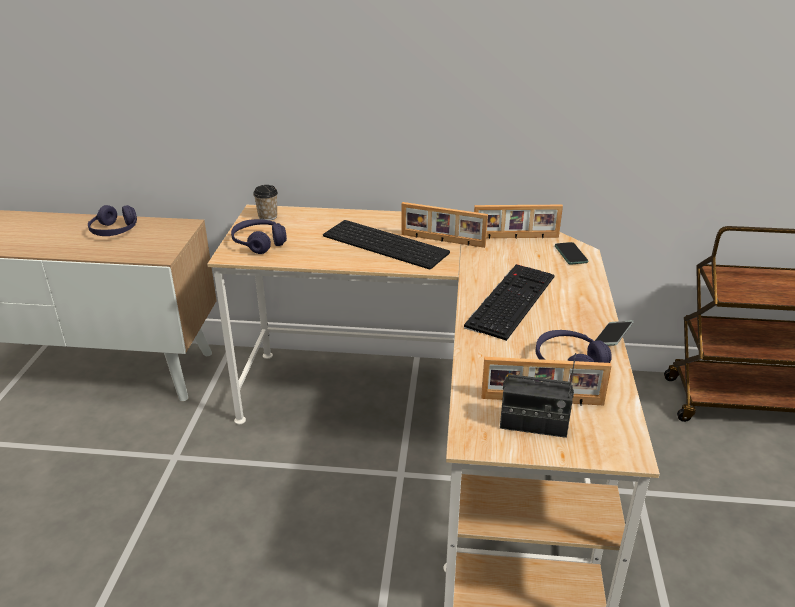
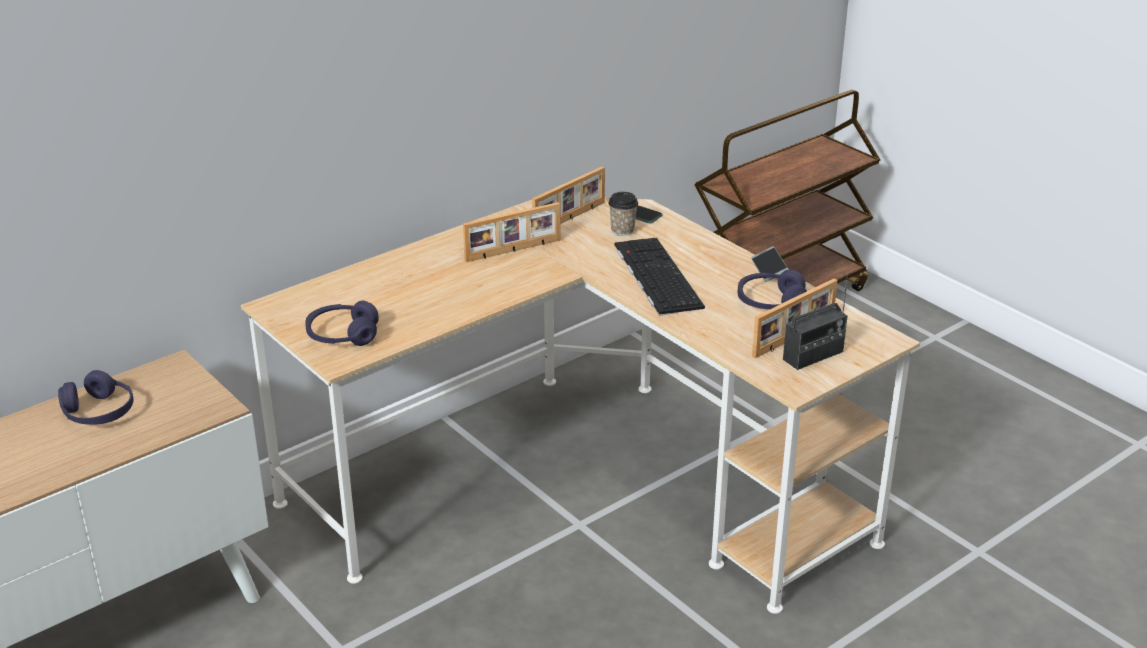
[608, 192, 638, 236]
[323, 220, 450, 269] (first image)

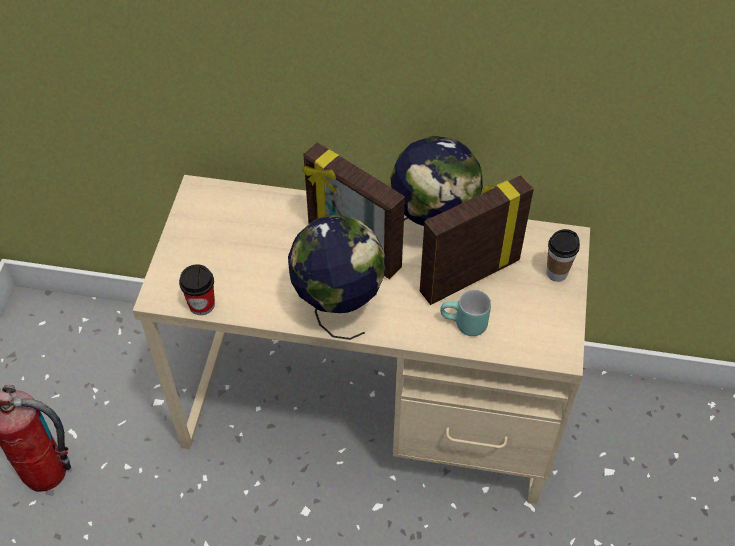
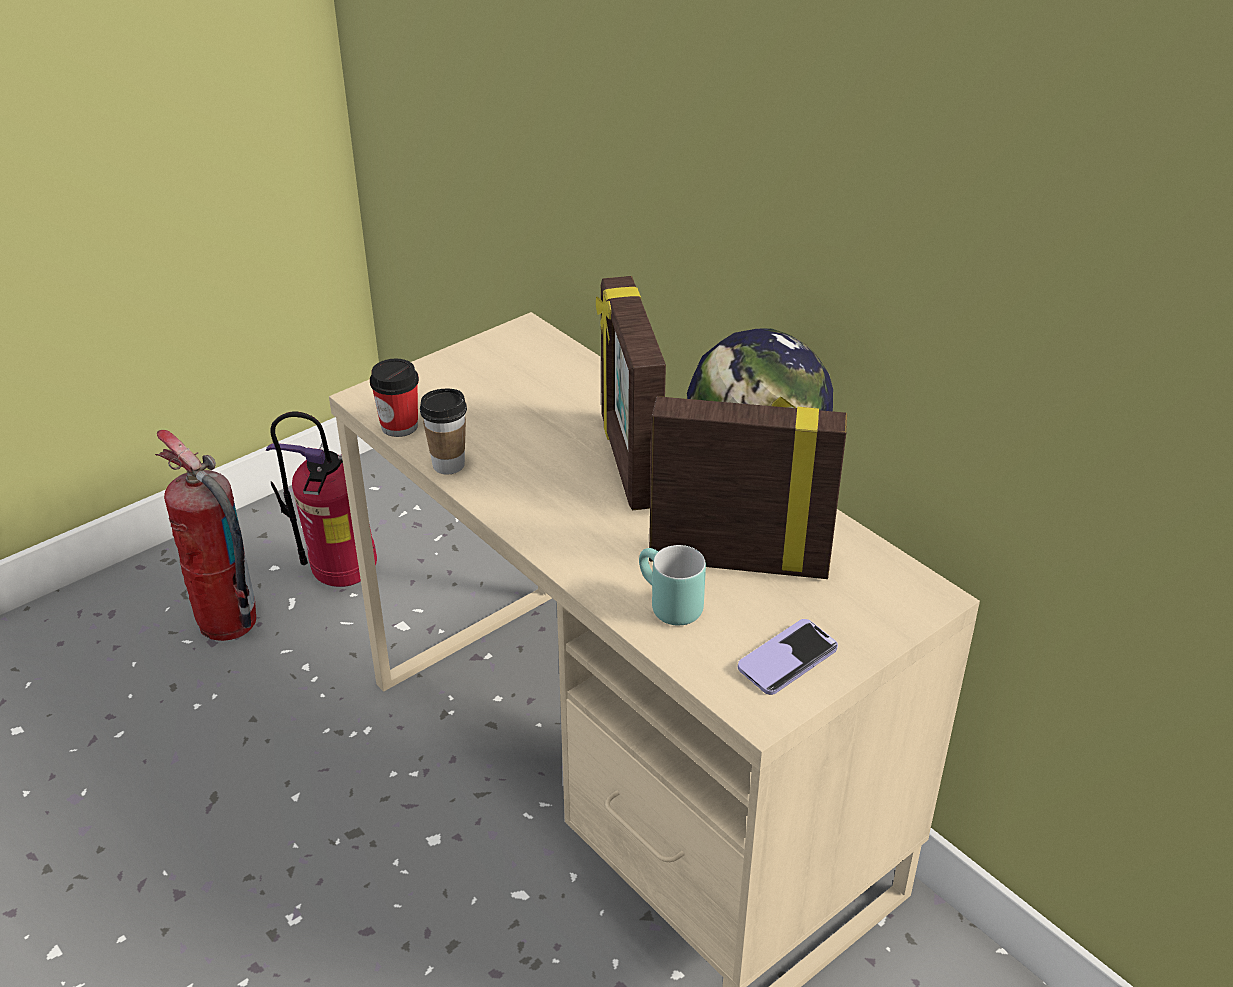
[288, 215, 386, 340] (first image)
[420, 389, 467, 474]
[266, 411, 377, 587]
[738, 619, 838, 695]

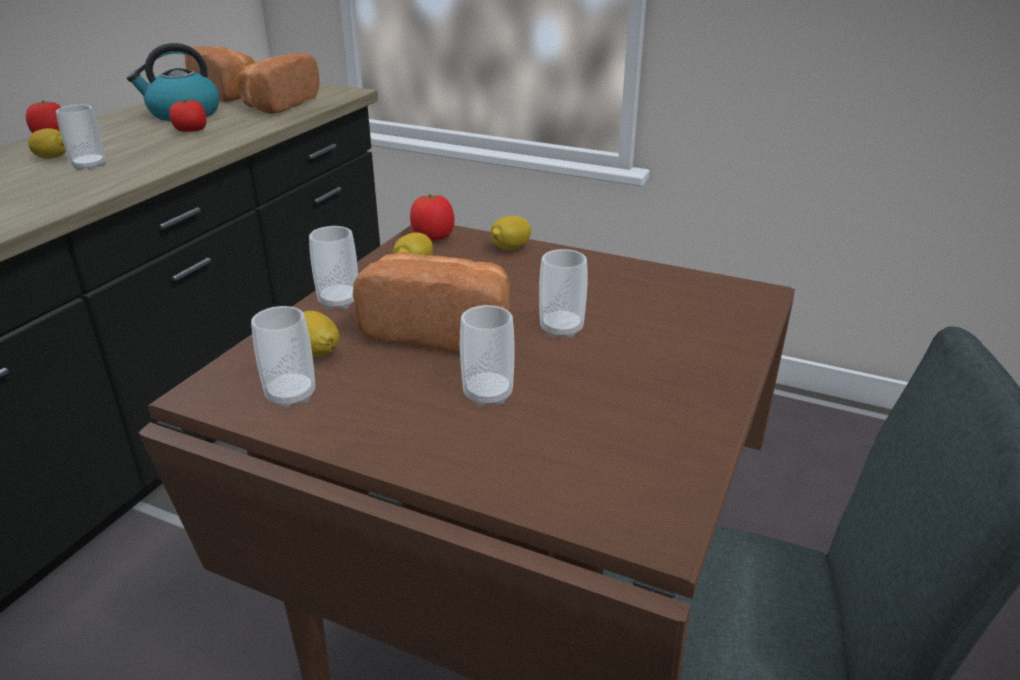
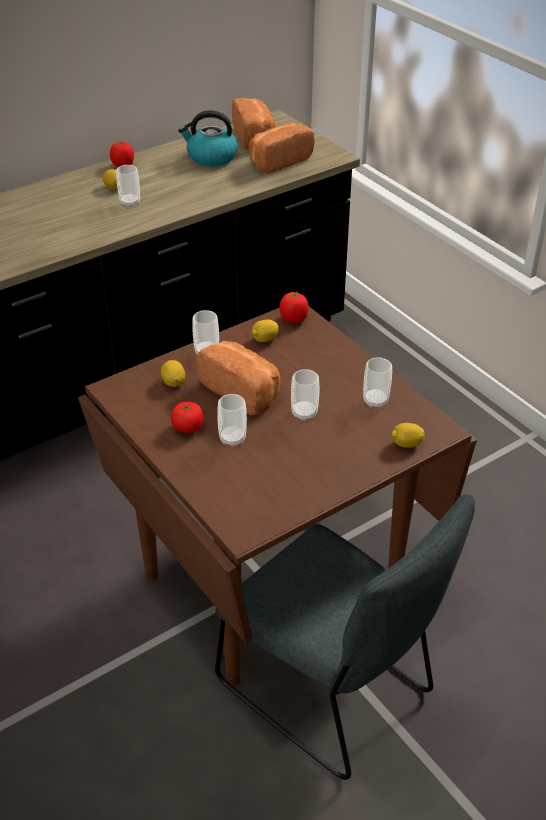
[171, 402, 203, 433]
[392, 423, 425, 448]
[363, 357, 392, 408]

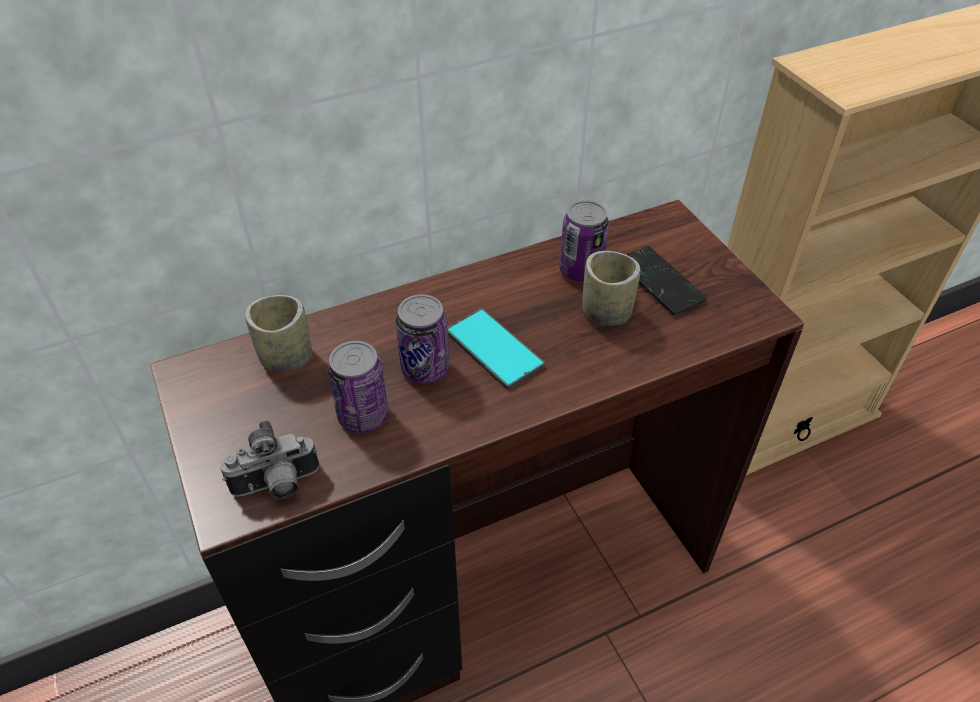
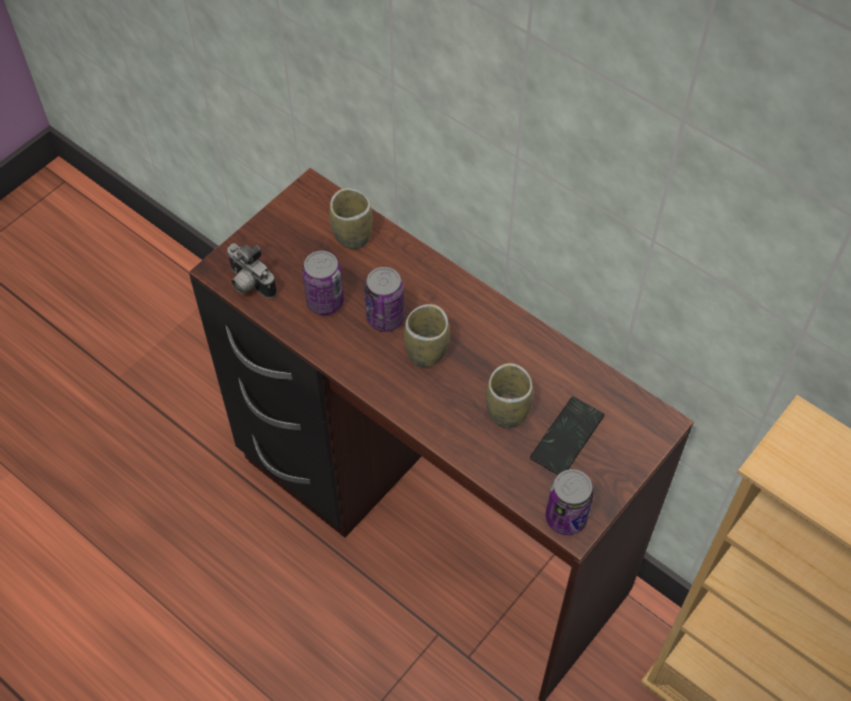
[546, 469, 594, 535]
[404, 304, 450, 367]

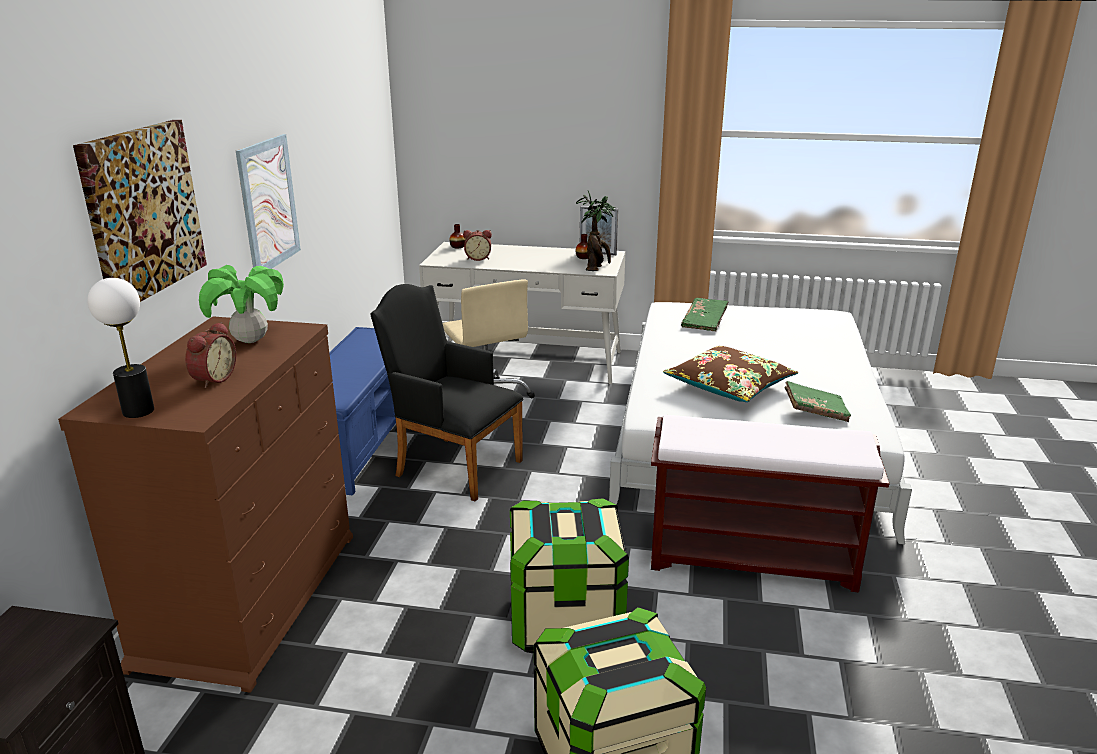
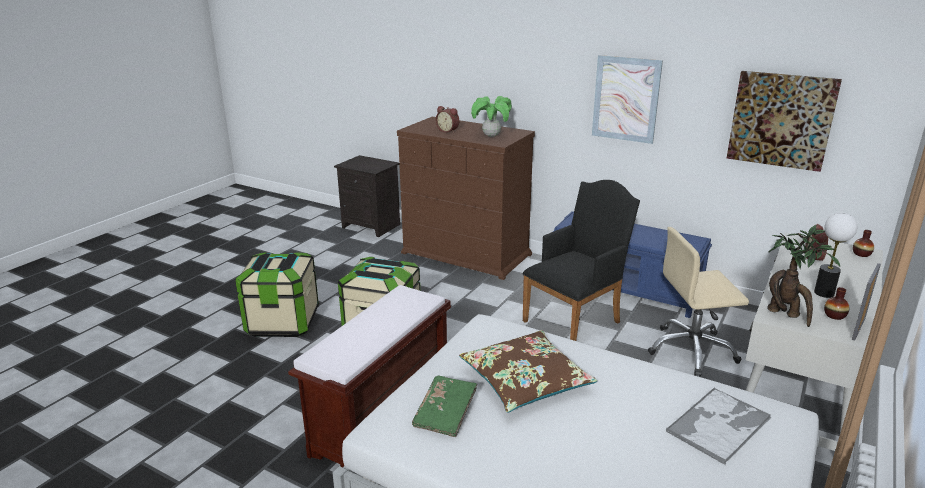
[727, 71, 842, 172]
[814, 213, 857, 298]
[665, 387, 771, 465]

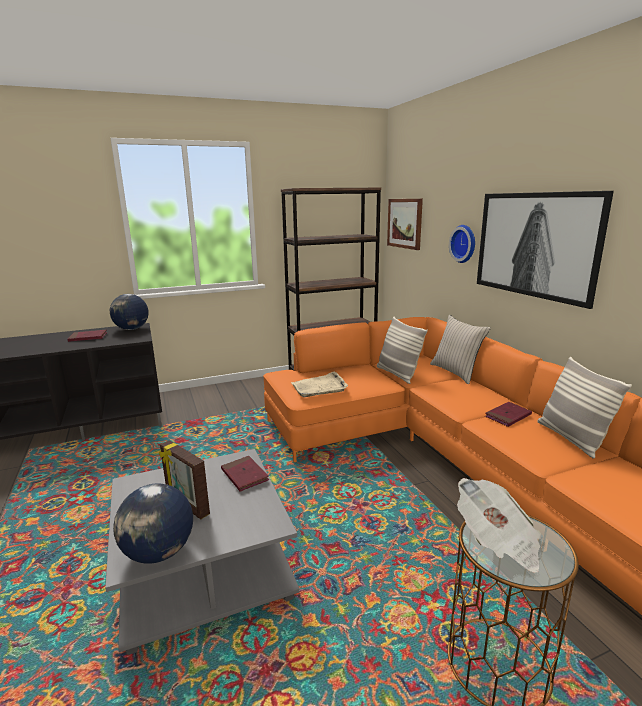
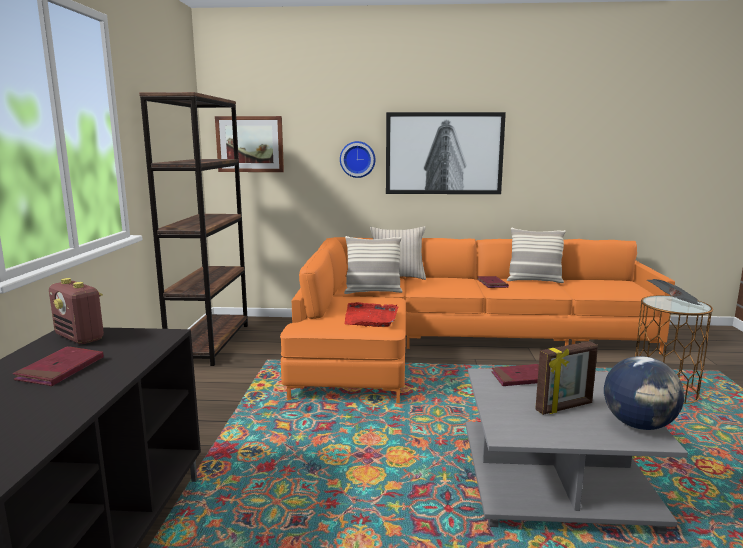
[49, 278, 104, 344]
[345, 302, 398, 327]

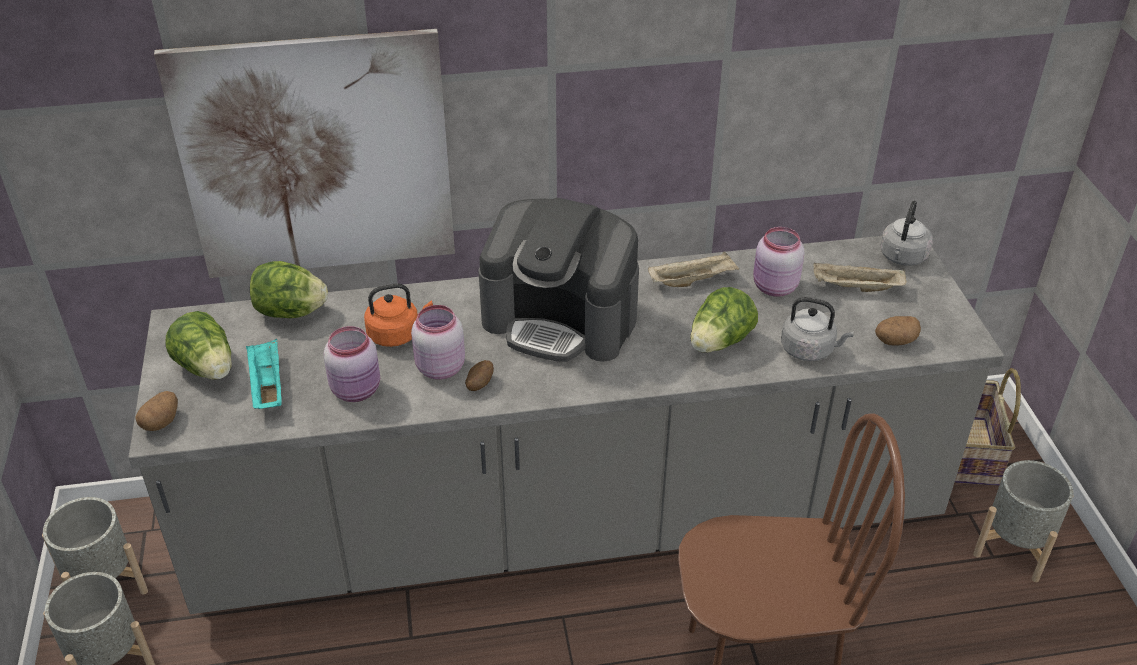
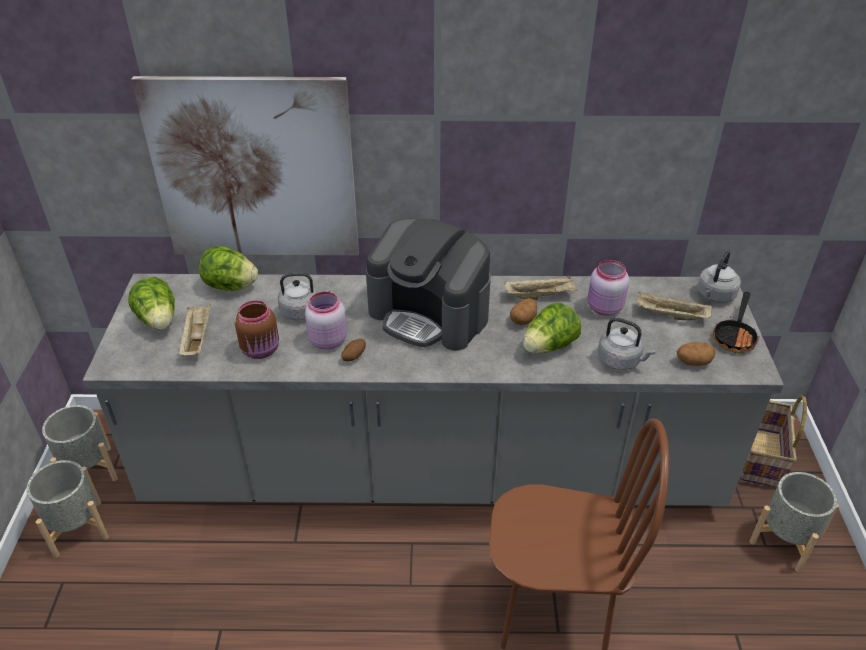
[278, 272, 330, 320]
[235, 300, 279, 359]
[178, 305, 211, 356]
[510, 298, 537, 325]
[713, 292, 760, 353]

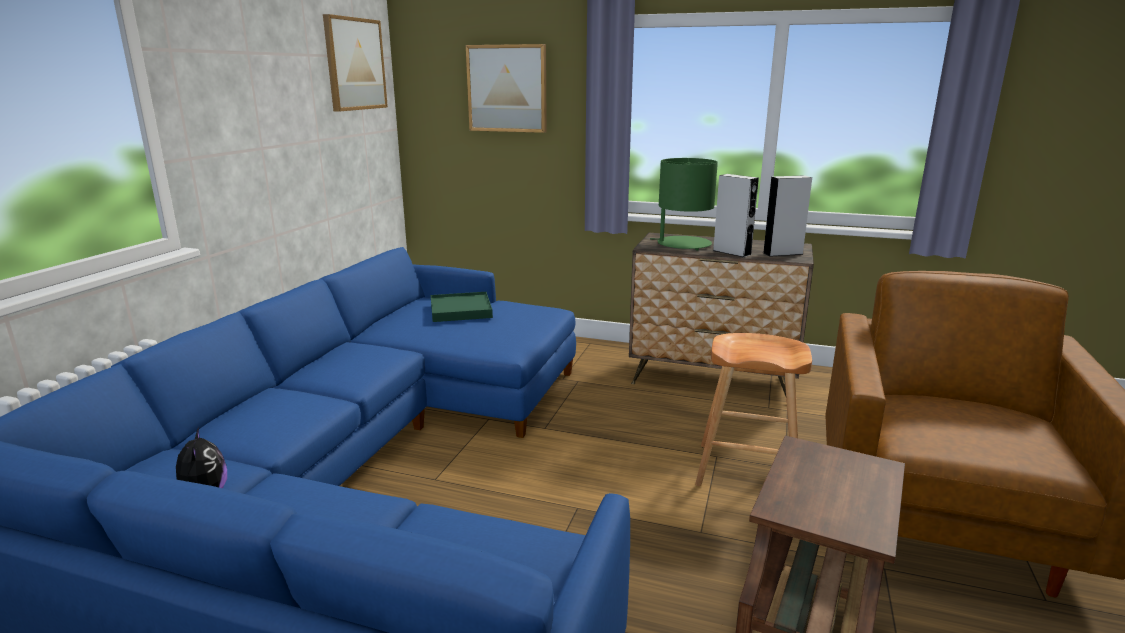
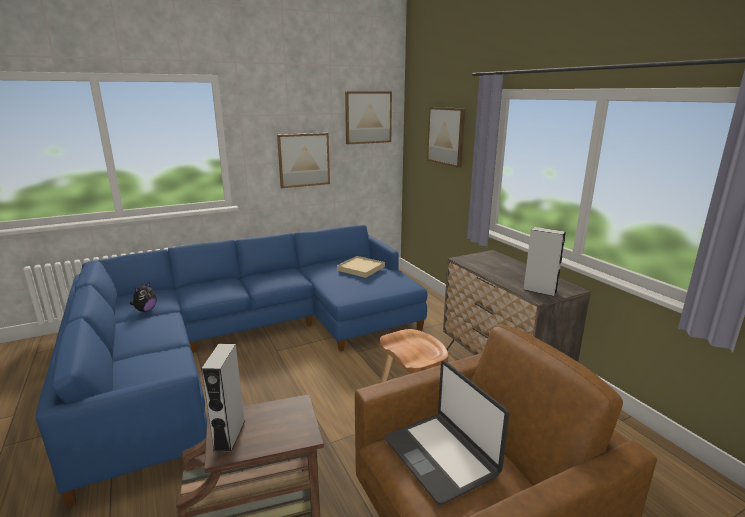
[650, 158, 718, 250] (first image)
[201, 344, 245, 452]
[337, 256, 385, 278]
[277, 133, 330, 188]
[385, 361, 509, 505]

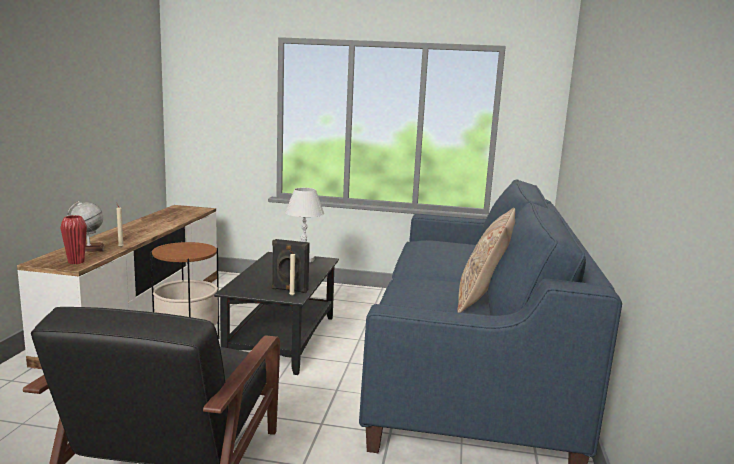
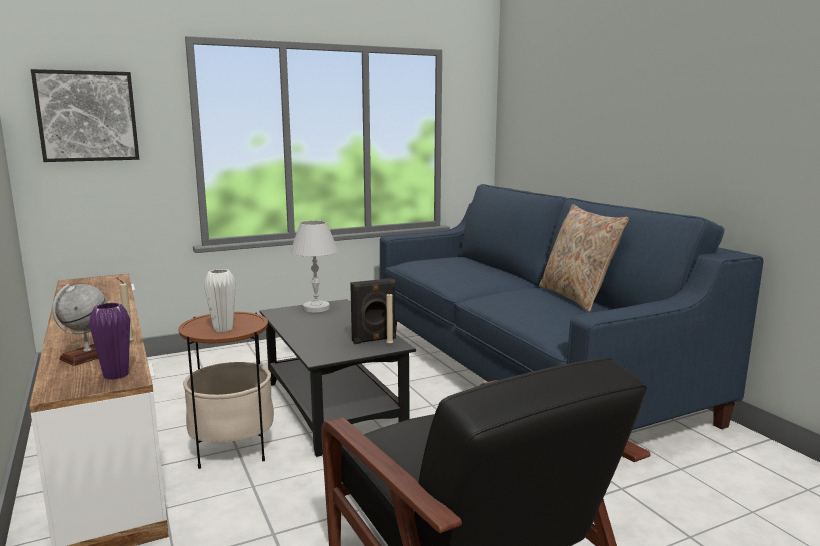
[89, 302, 130, 380]
[31, 69, 139, 162]
[204, 269, 236, 332]

